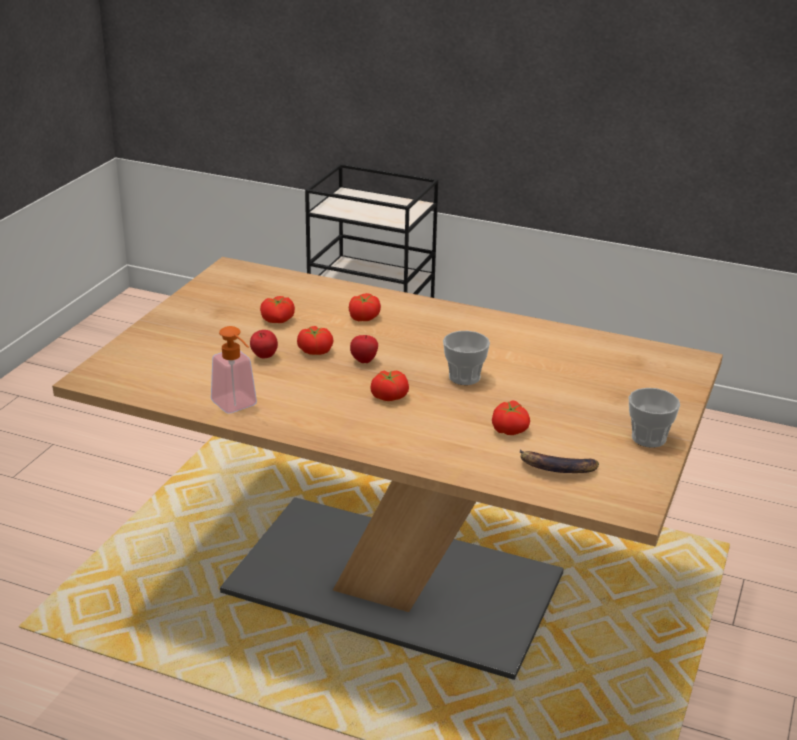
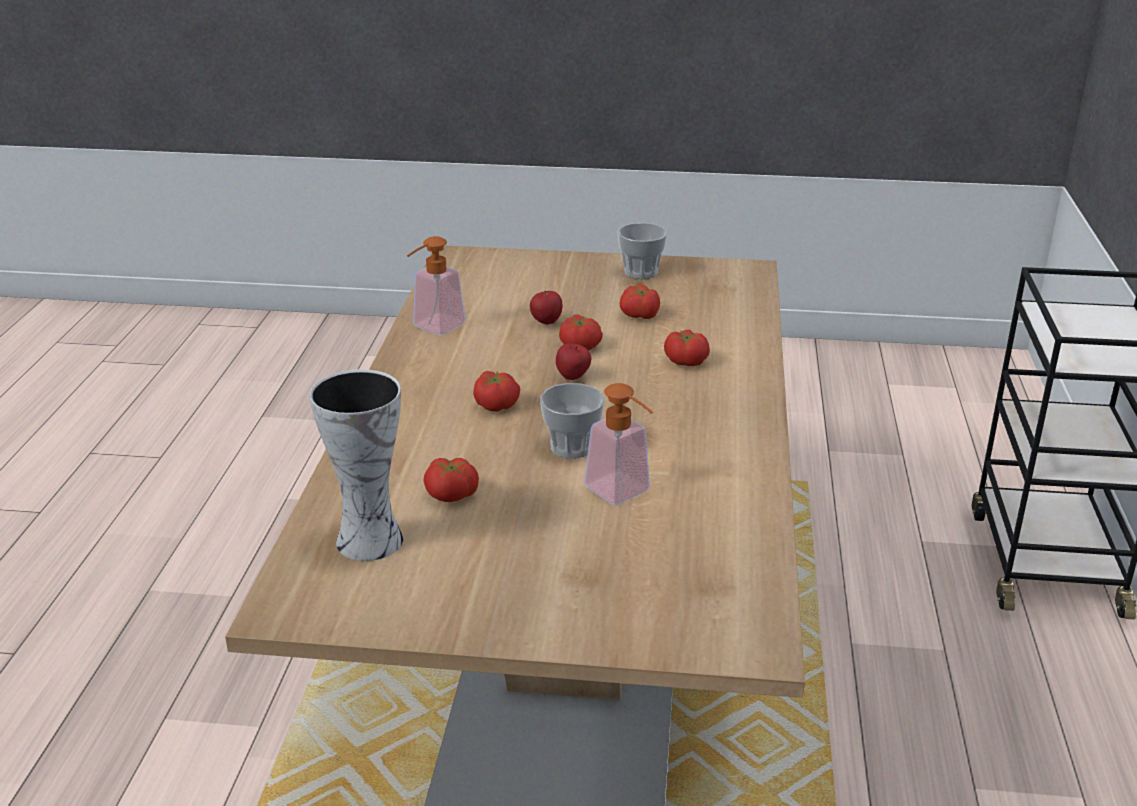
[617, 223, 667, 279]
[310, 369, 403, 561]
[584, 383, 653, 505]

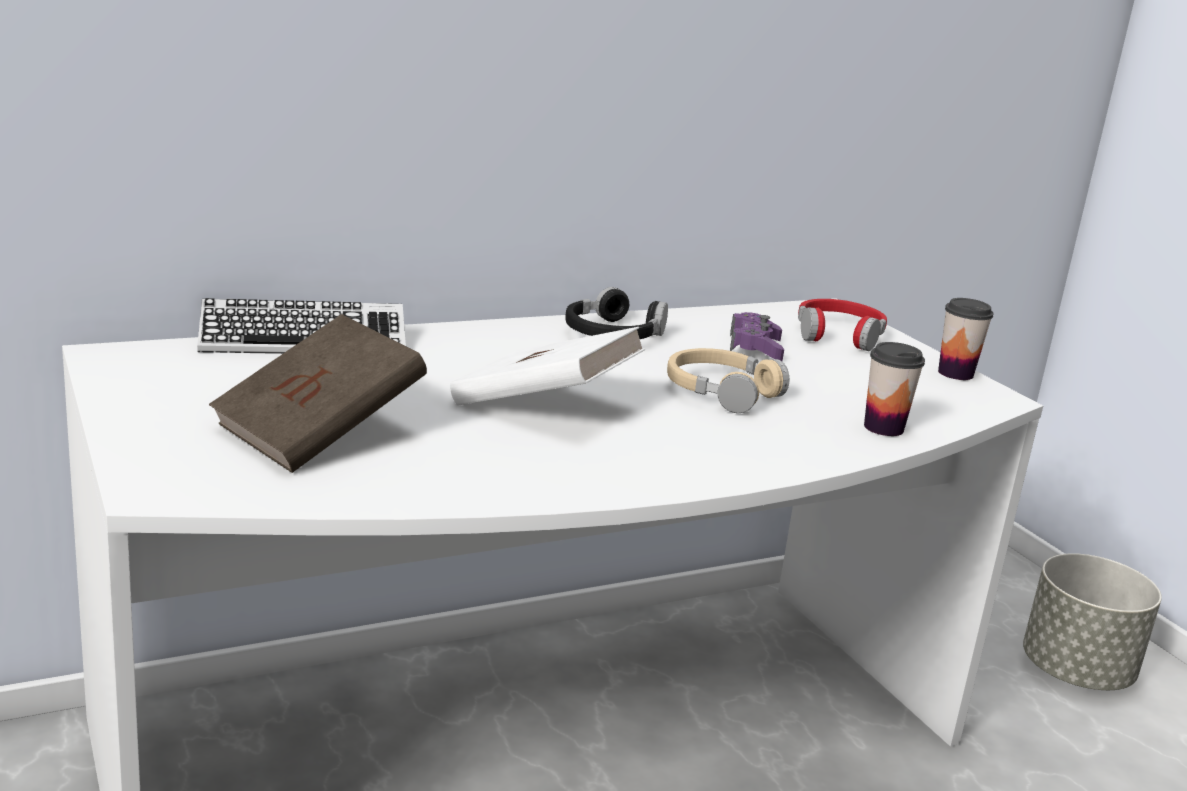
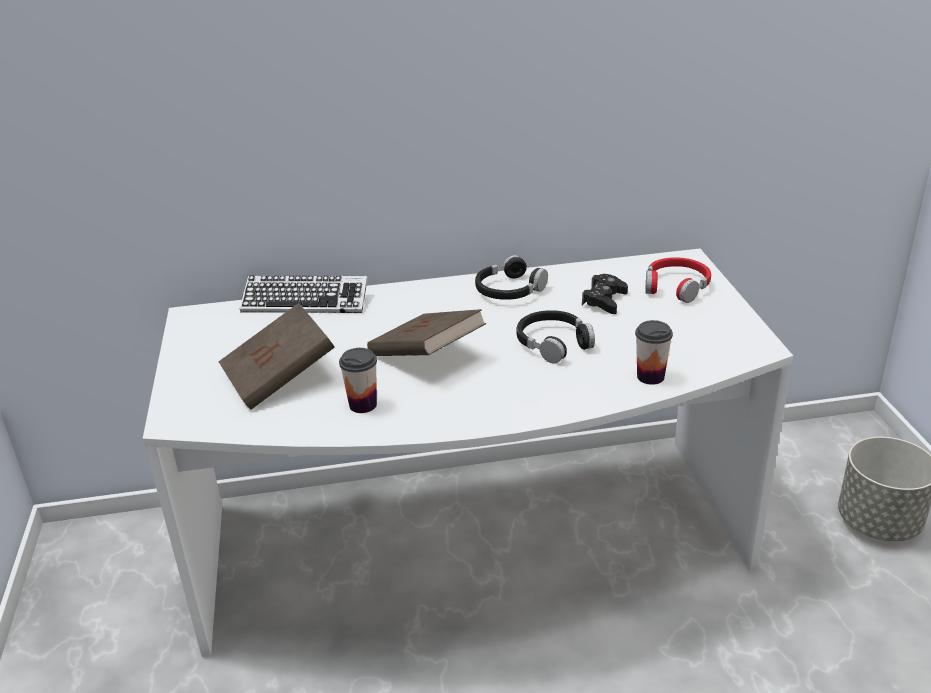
[339, 348, 377, 413]
[582, 274, 628, 314]
[367, 309, 486, 356]
[516, 310, 595, 363]

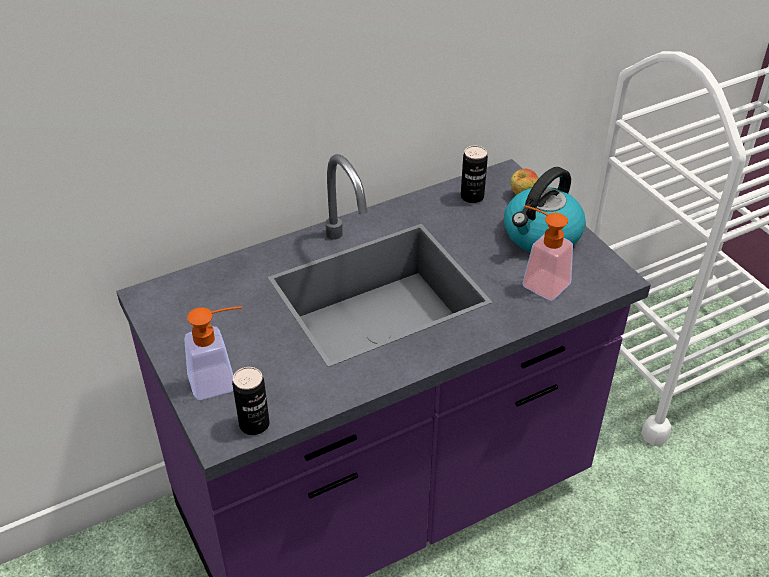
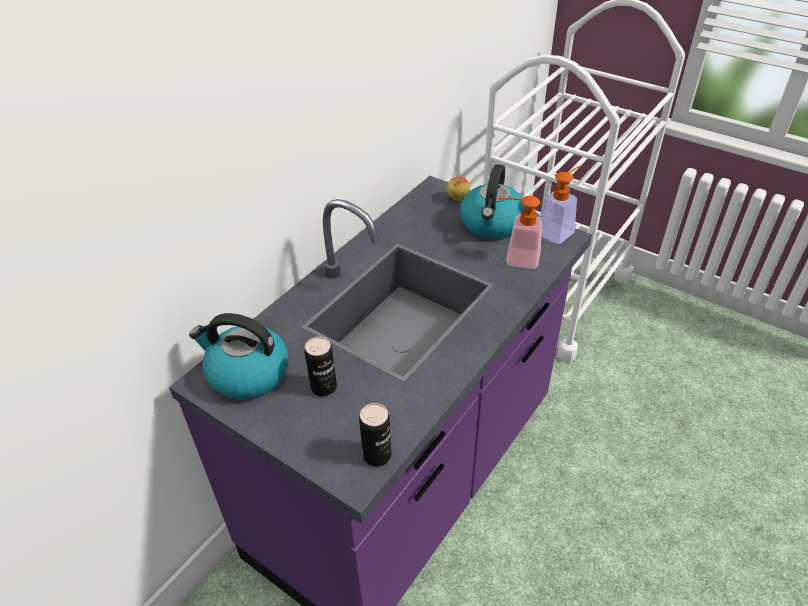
[304, 337, 337, 396]
[540, 165, 581, 244]
[189, 313, 288, 399]

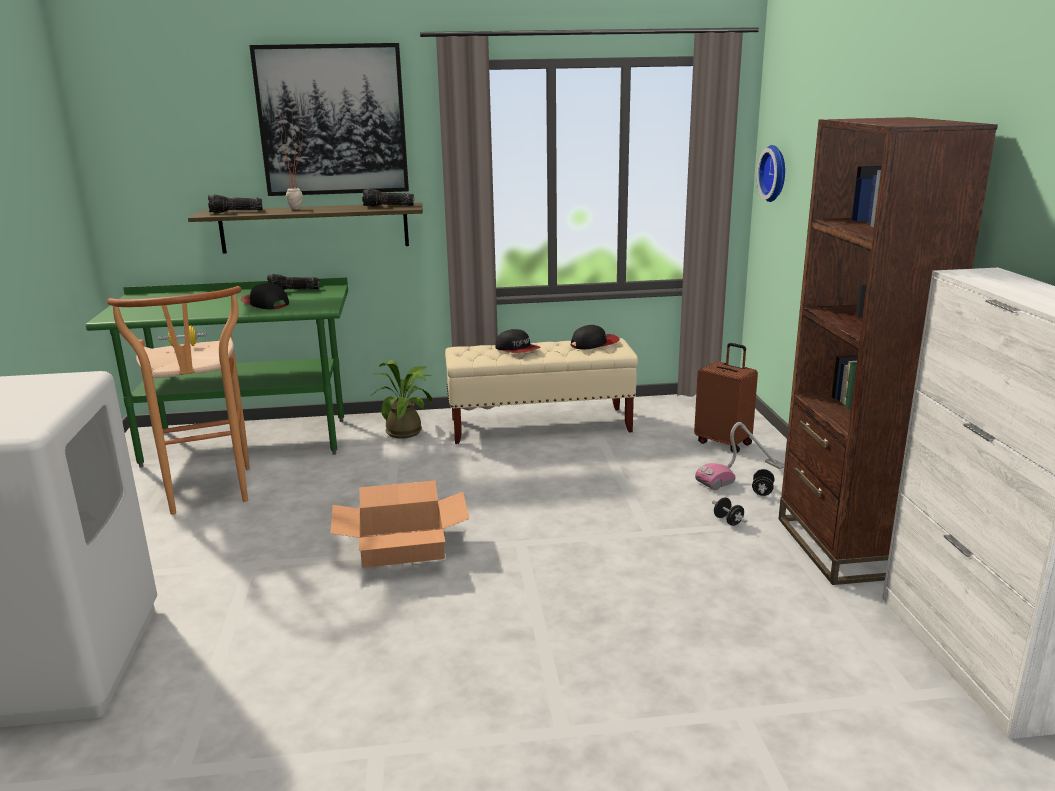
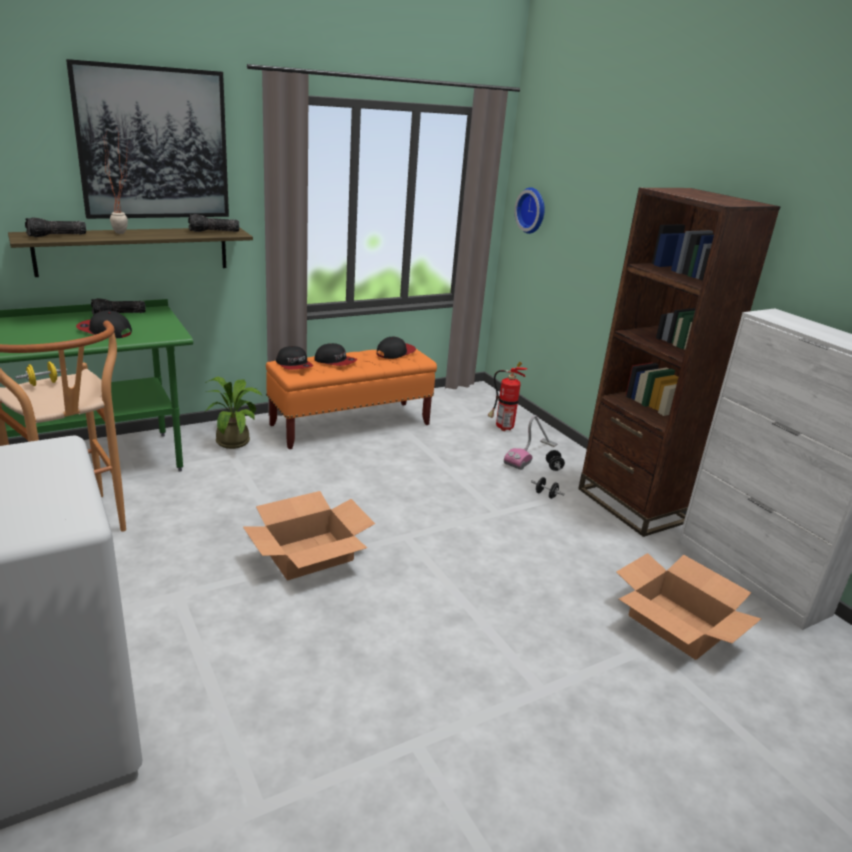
[266, 349, 437, 449]
[488, 362, 527, 431]
[276, 346, 313, 370]
[616, 553, 761, 660]

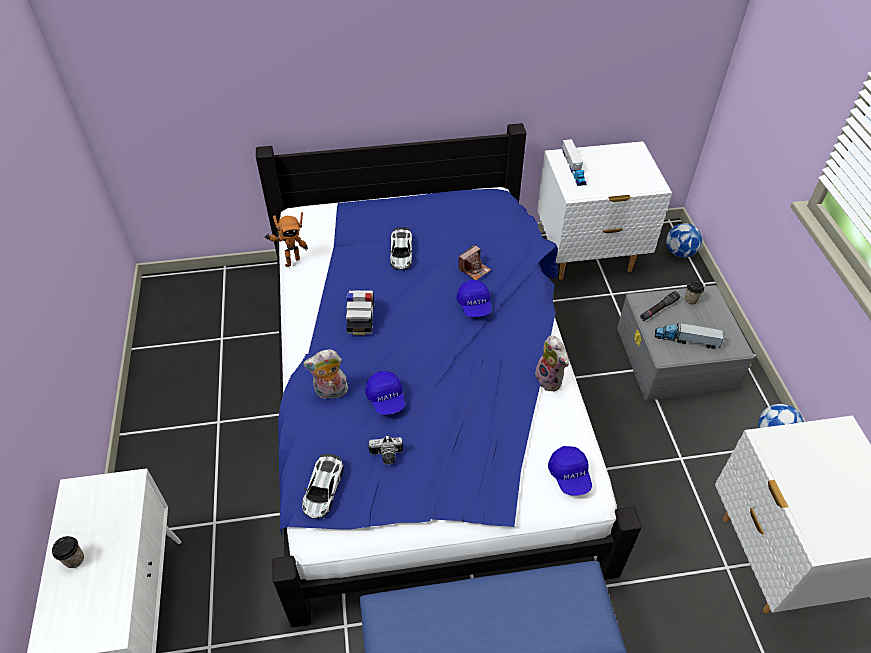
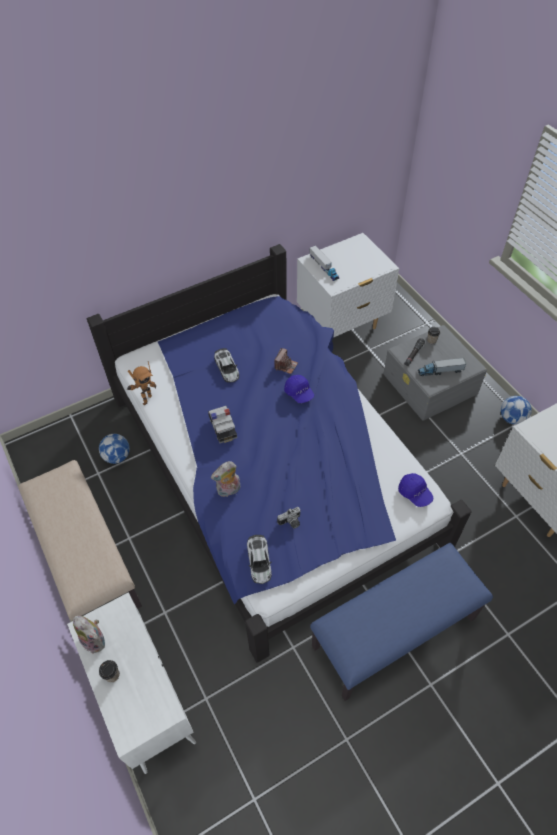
[99, 434, 130, 464]
[73, 616, 105, 654]
[365, 371, 405, 415] (first image)
[18, 460, 142, 620]

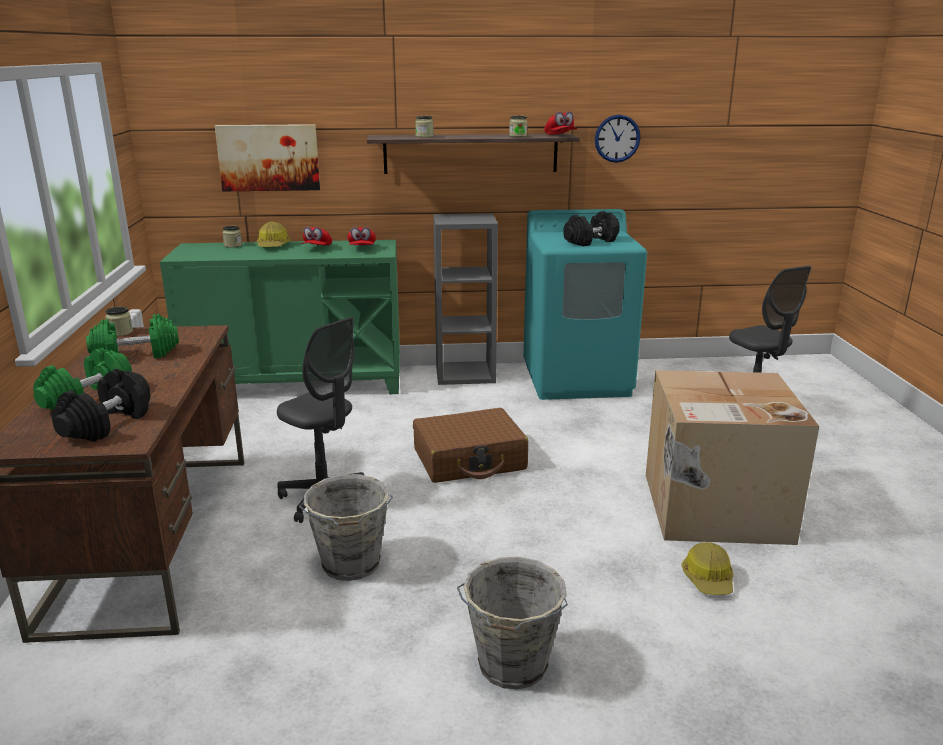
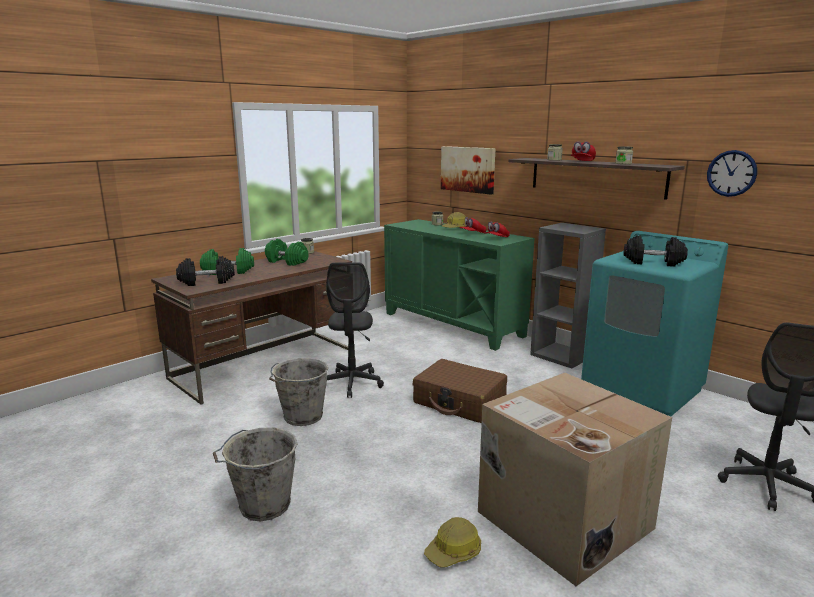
[571, 141, 596, 161]

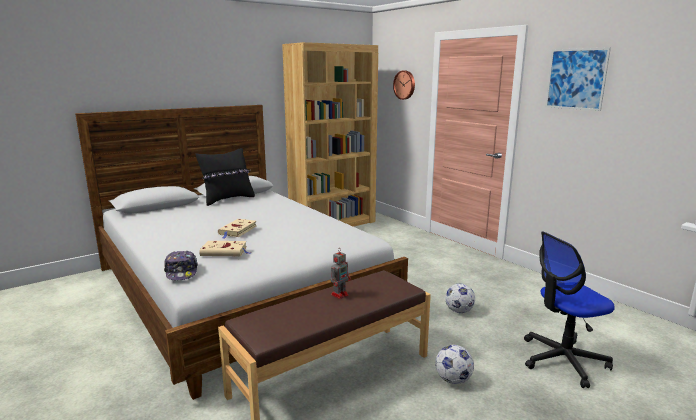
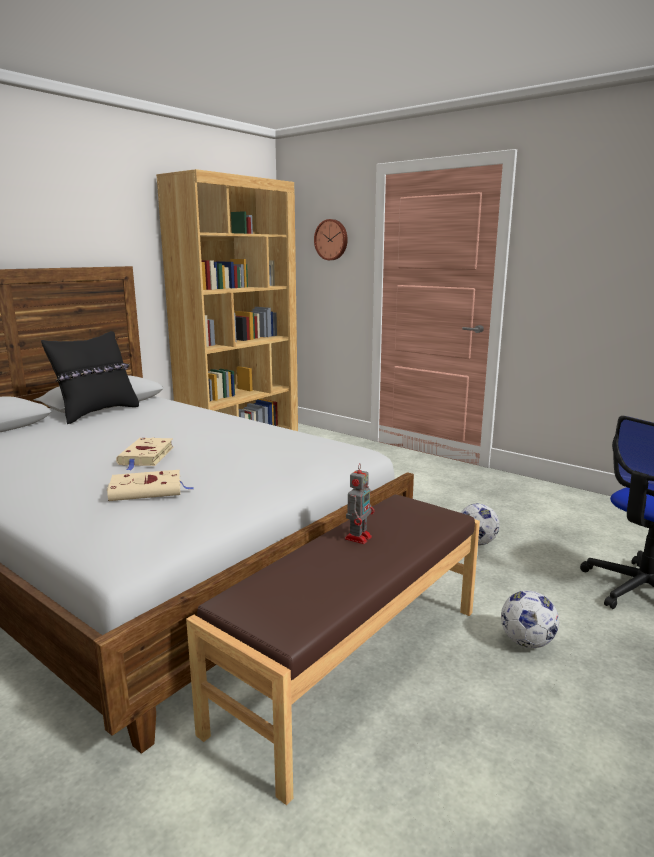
[545, 47, 611, 111] (first image)
[164, 251, 198, 280] (first image)

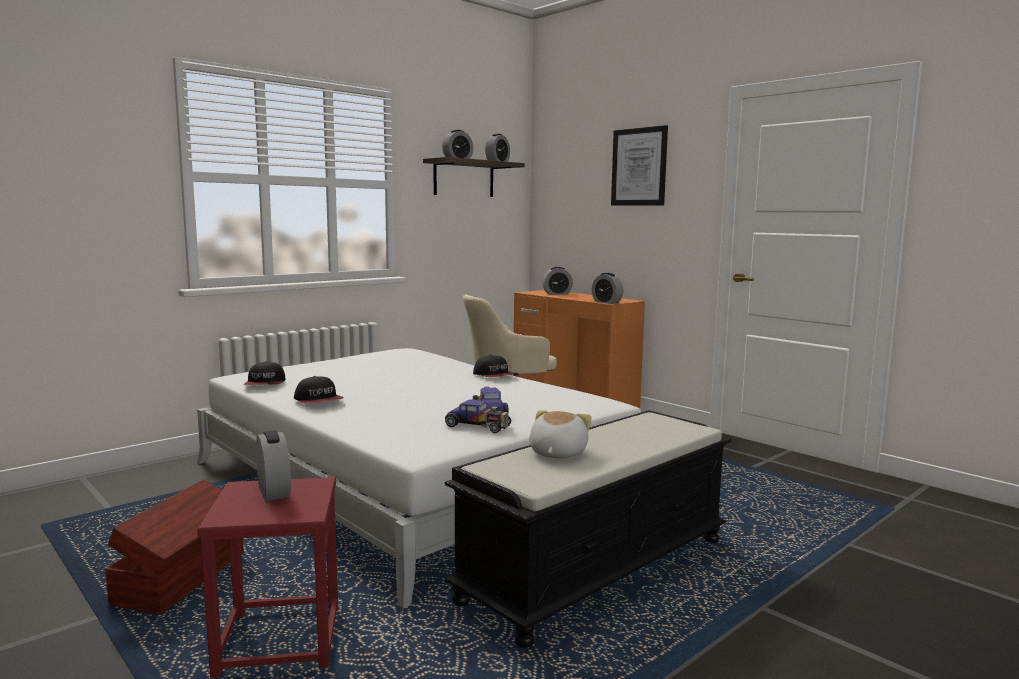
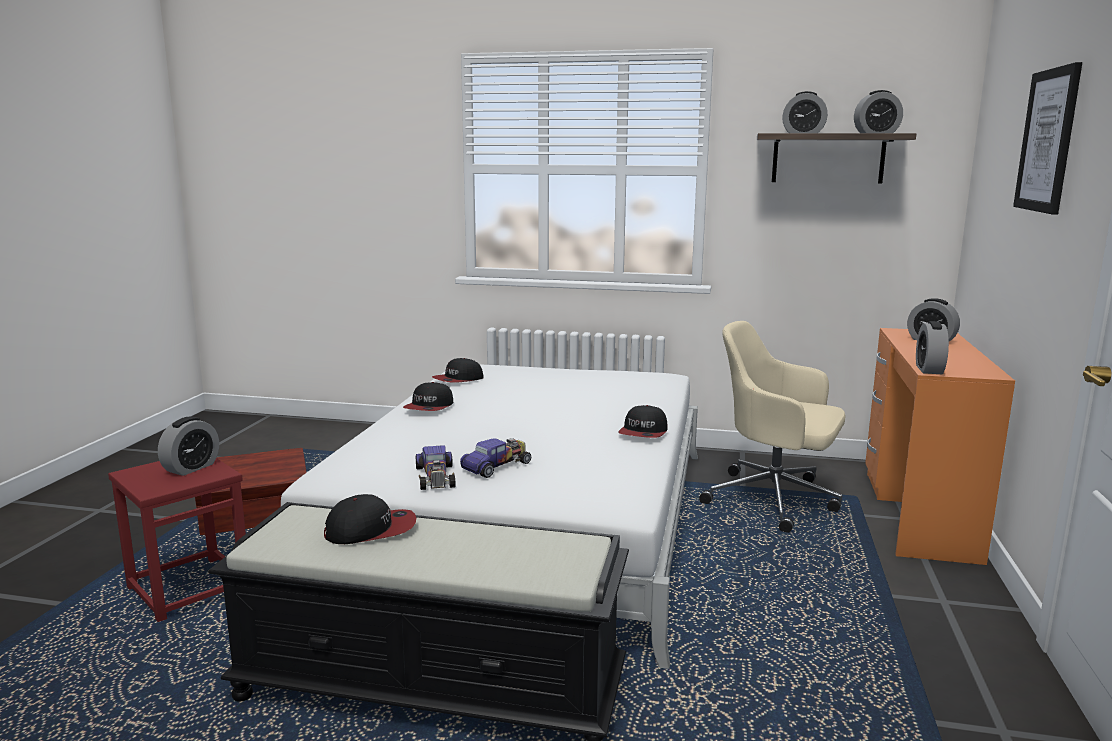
[324, 494, 416, 544]

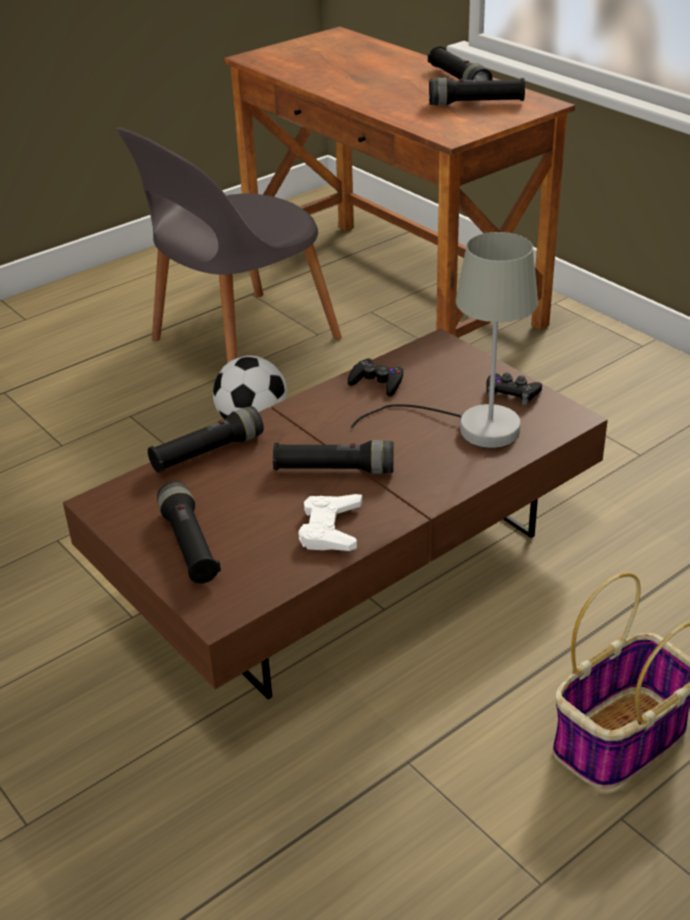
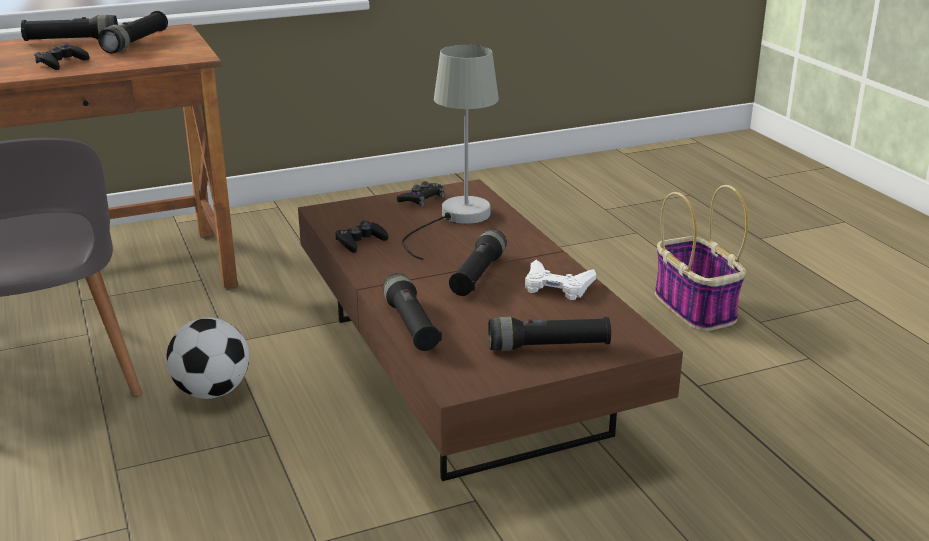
[34, 44, 89, 70]

